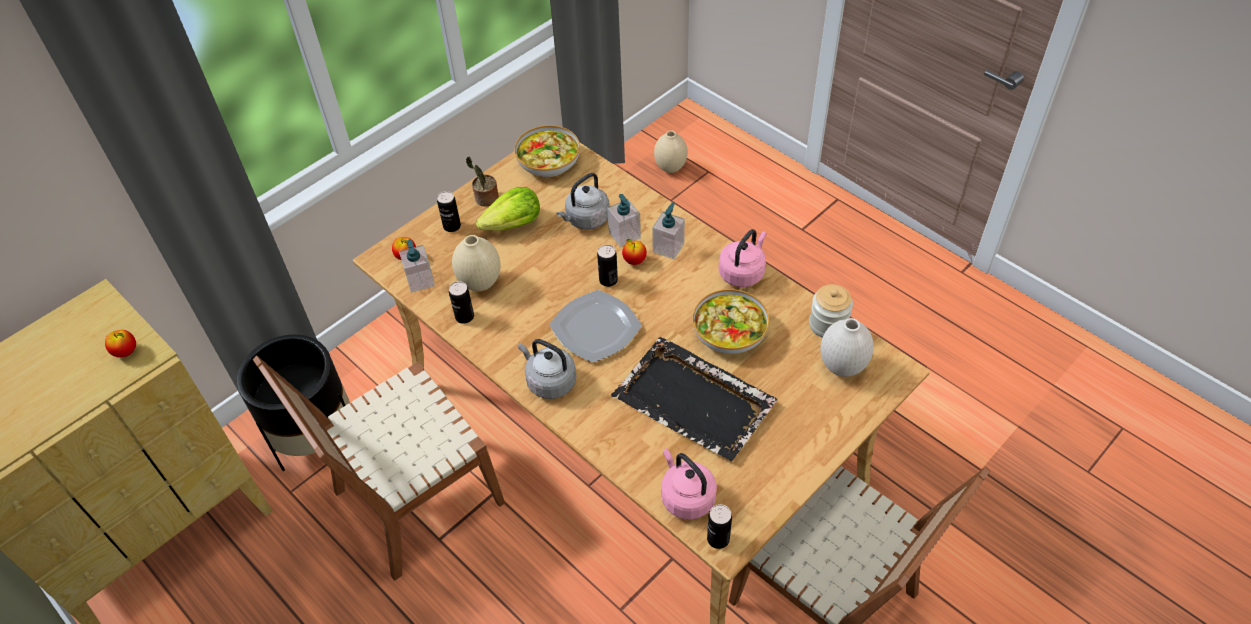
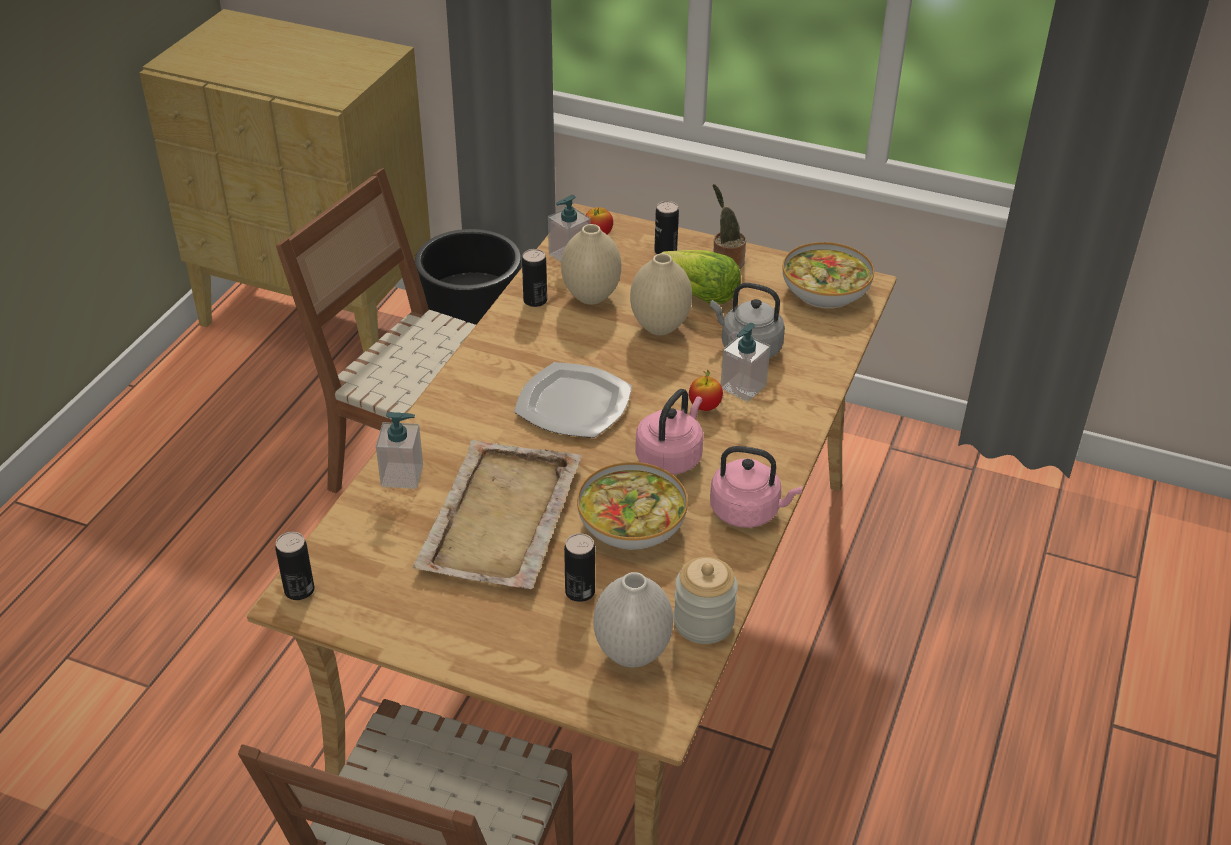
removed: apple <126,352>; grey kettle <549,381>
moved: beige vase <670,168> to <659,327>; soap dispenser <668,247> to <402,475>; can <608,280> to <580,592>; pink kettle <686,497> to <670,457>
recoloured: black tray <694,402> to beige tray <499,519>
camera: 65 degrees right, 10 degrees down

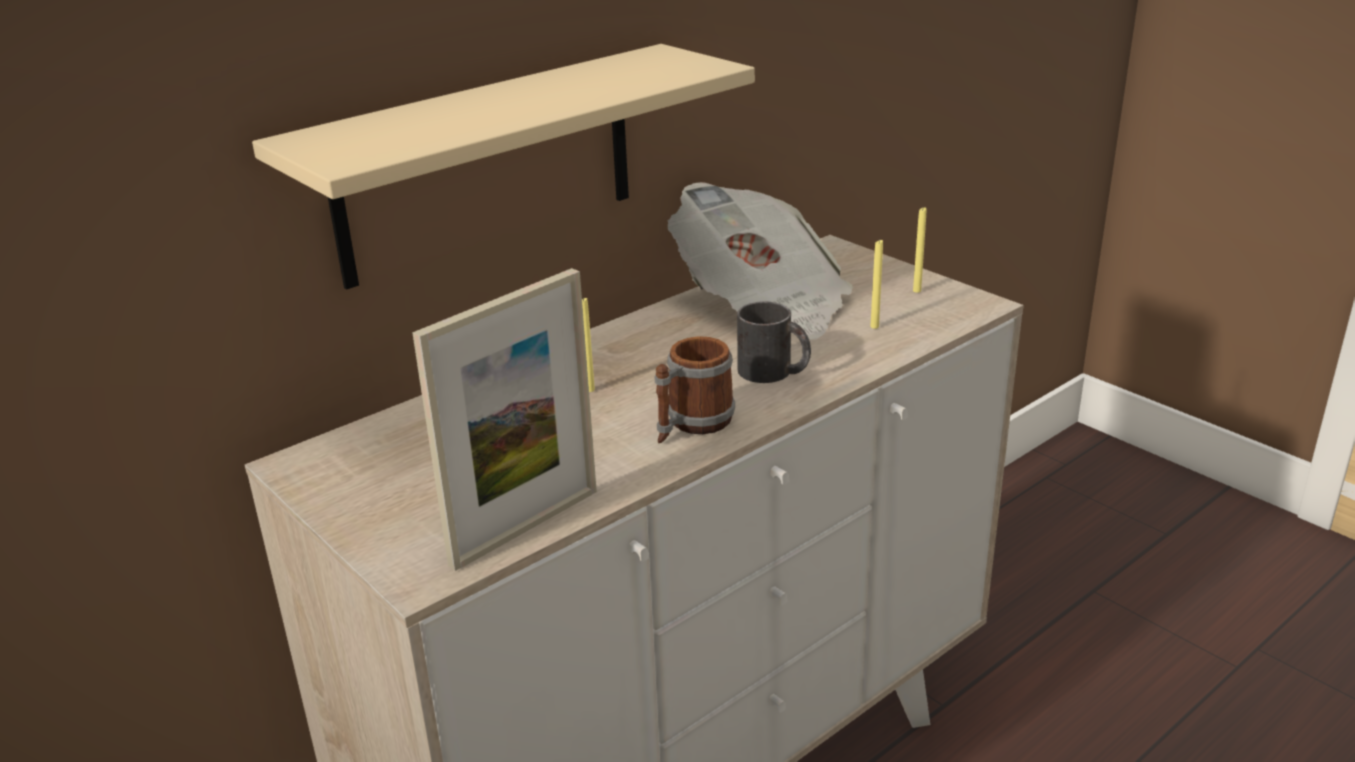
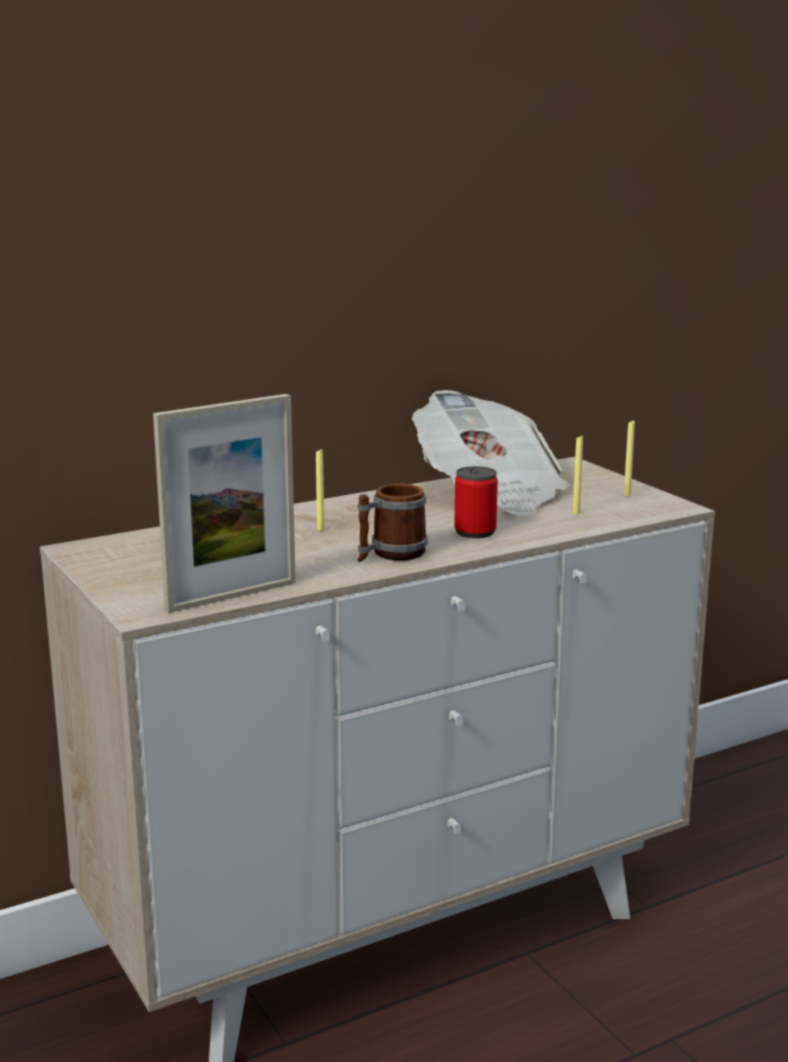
removed: beige shelf <487,165>
replaced: black mug <774,372> to can <475,532>
camera: 10 degrees right, 10 degrees down

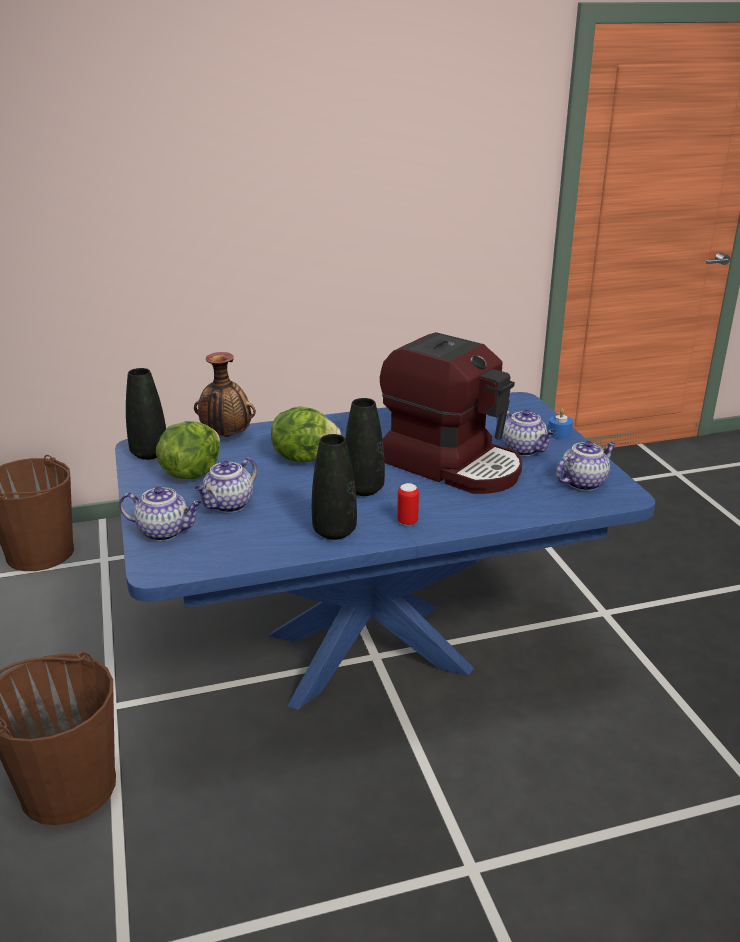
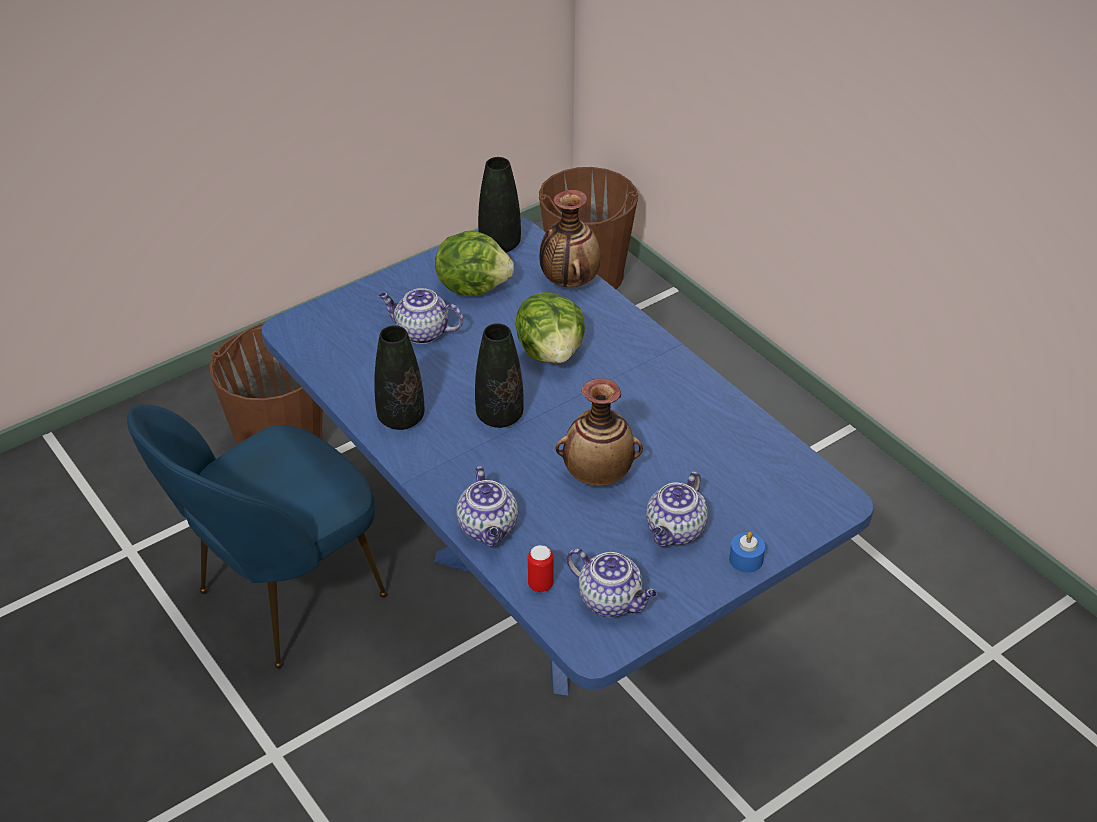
added: blue chair <279,602>
moved: can <407,522> to <540,585>; teapot <165,531> to <488,529>
replaced: coffee machine <453,464> to vase <598,475>
camera: 70 degrees right, 15 degrees up

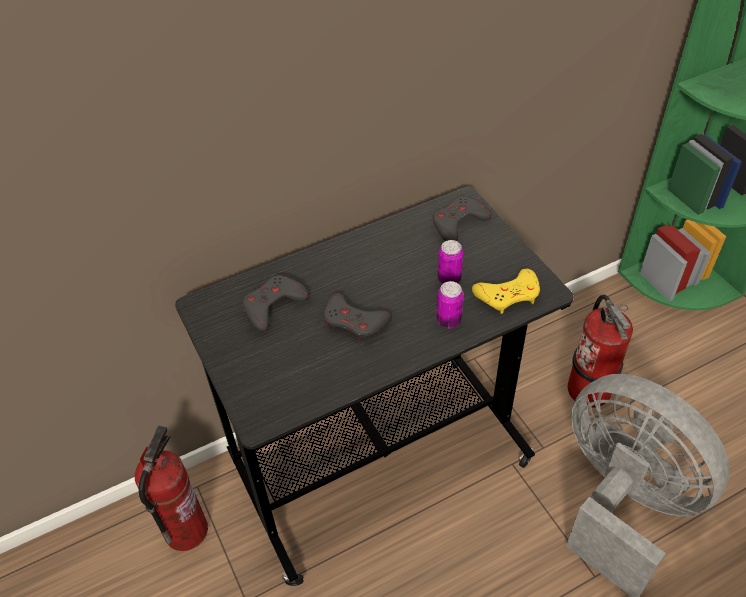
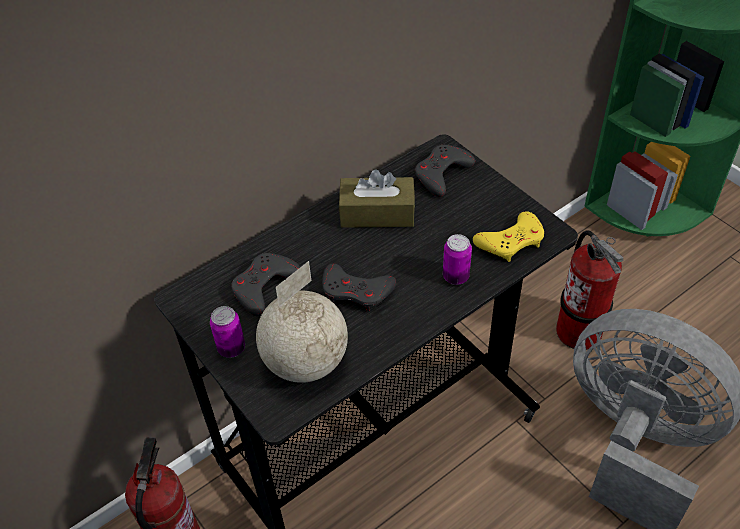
added: brown tissue box <377,213>; globe <304,362>
moved: can <449,279> to <231,348>
camera: 10 degrees left, 0 degrees up

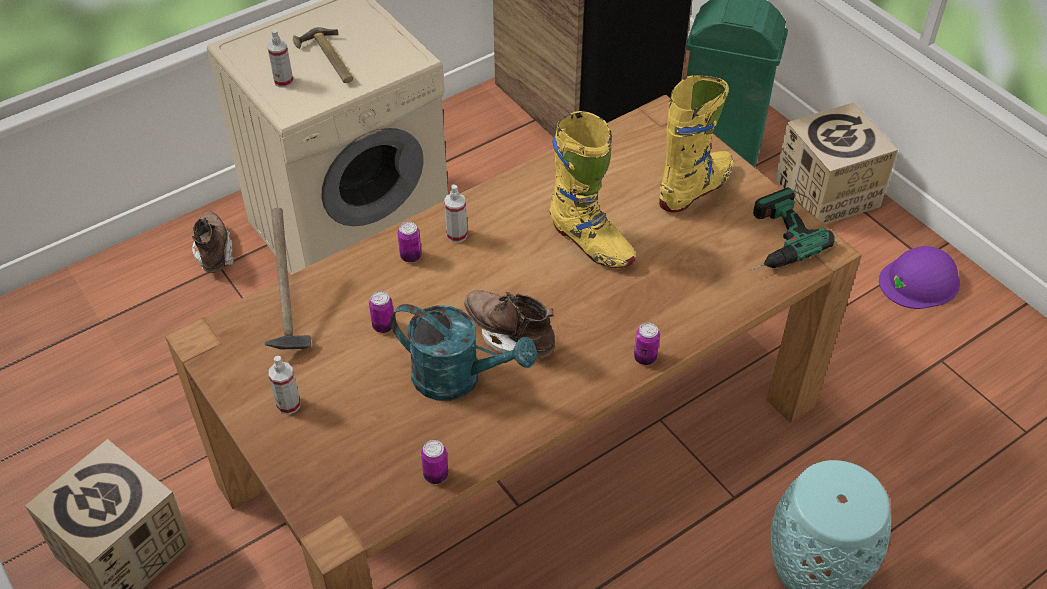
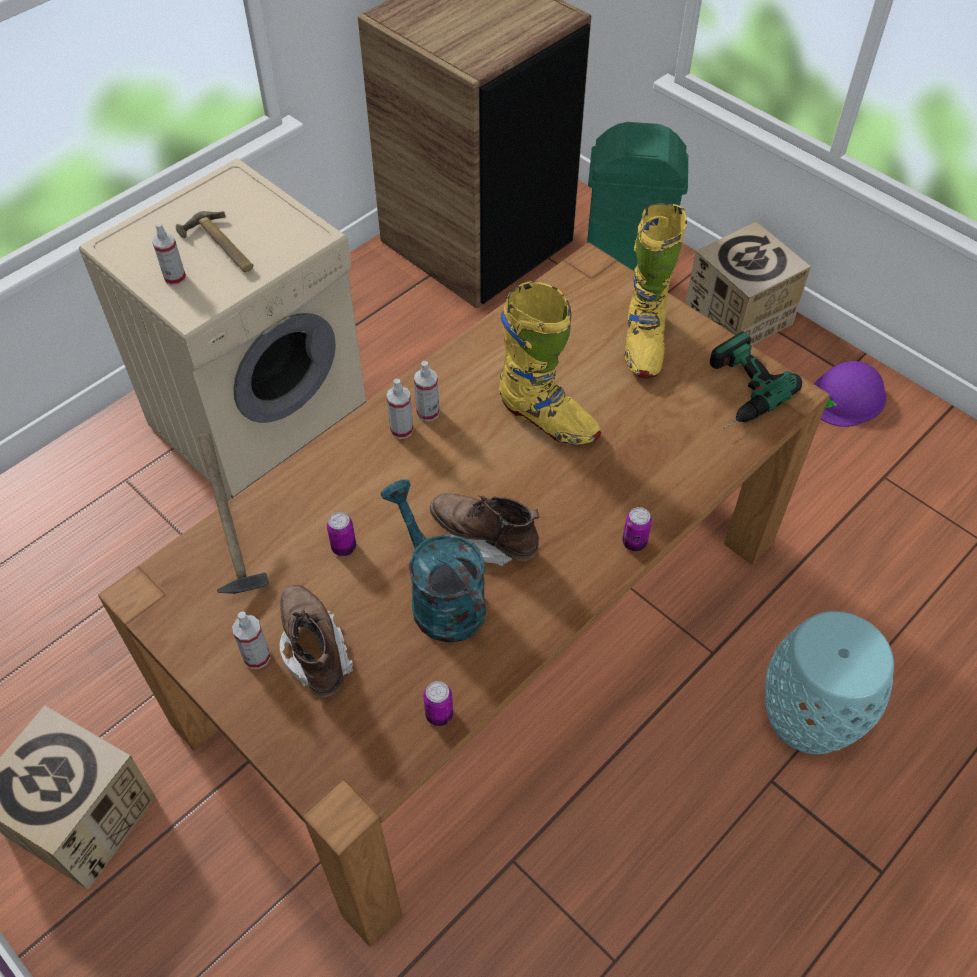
removed: can <411,256>
added: spray bottle <428,412>
moved: brown boot <214,252> to <314,650>
turned: yellow boot <695,189> = <643,344> 150 degrees clockwise; turquoise watering can <458,378> = <439,597> 135 degrees counterclockwise
camera: 10 degrees left, 5 degrees up

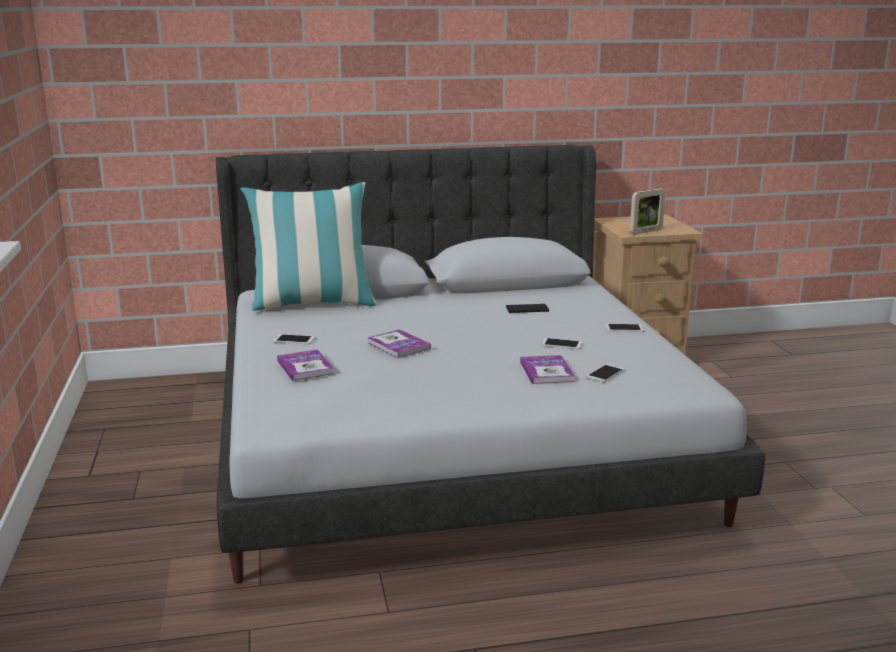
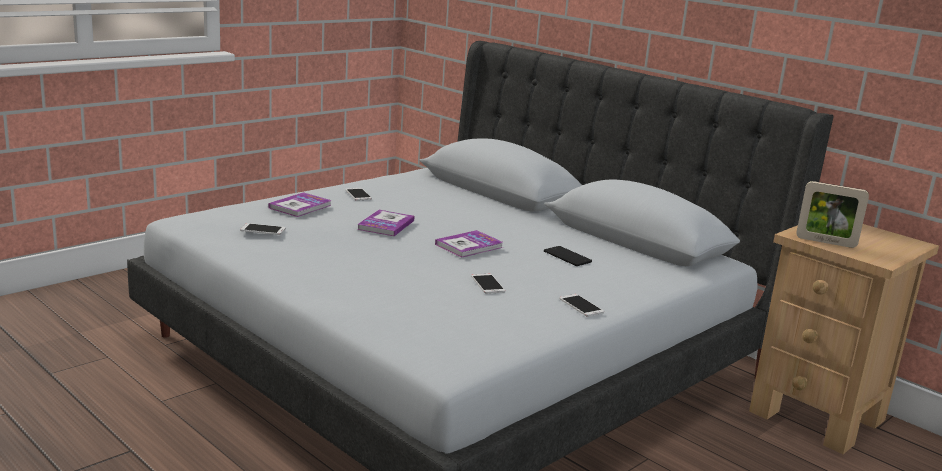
removed: pillow <312,303>
moved: book <546,371> to <469,246>; phone <605,374> to <263,230>
camera: 55 degrees right, 0 degrees up

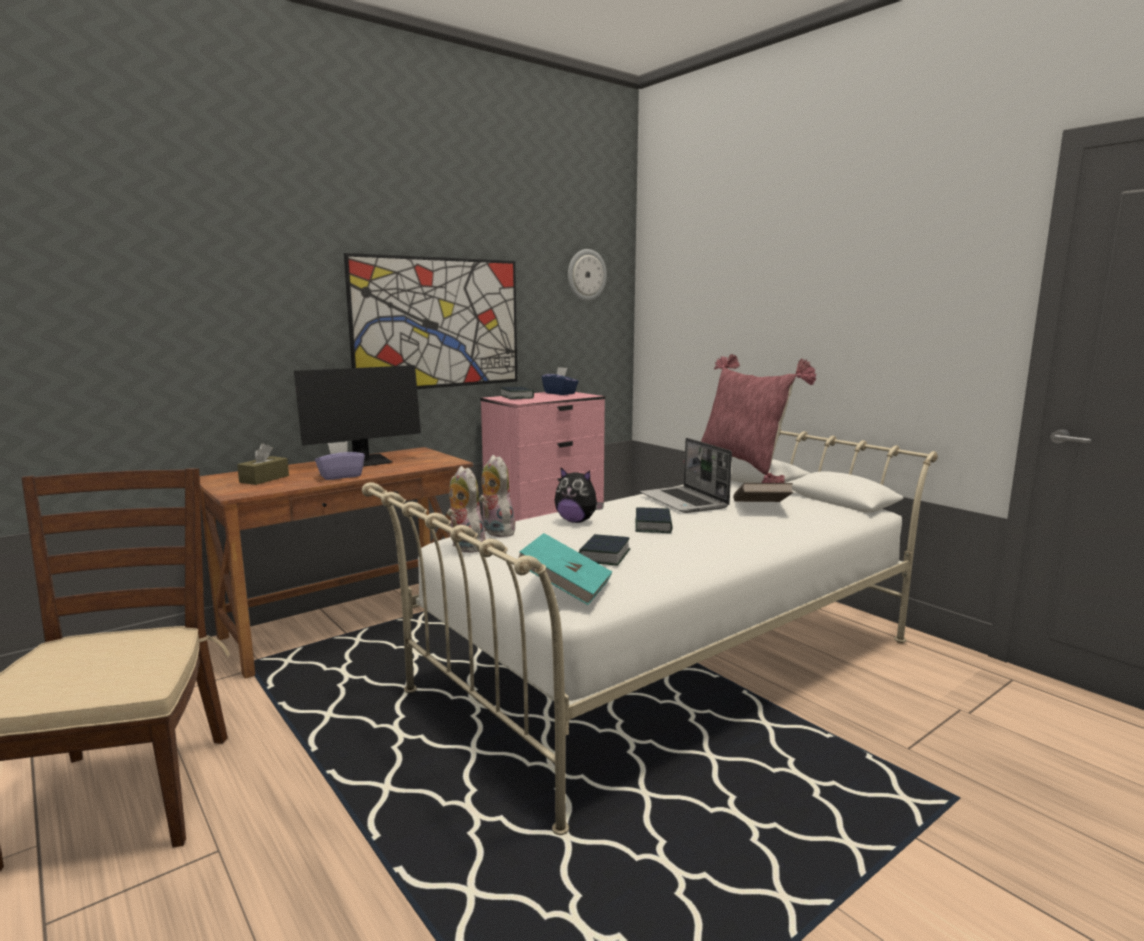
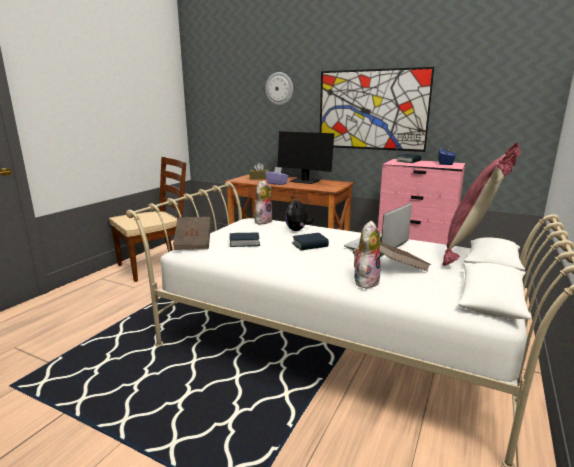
moved: wall clock <586,275> to <279,89>; plush toy <464,547> to <365,281>
recoloured: turquoise book <565,588> to brown book <193,243>
camera: 65 degrees right, 5 degrees up

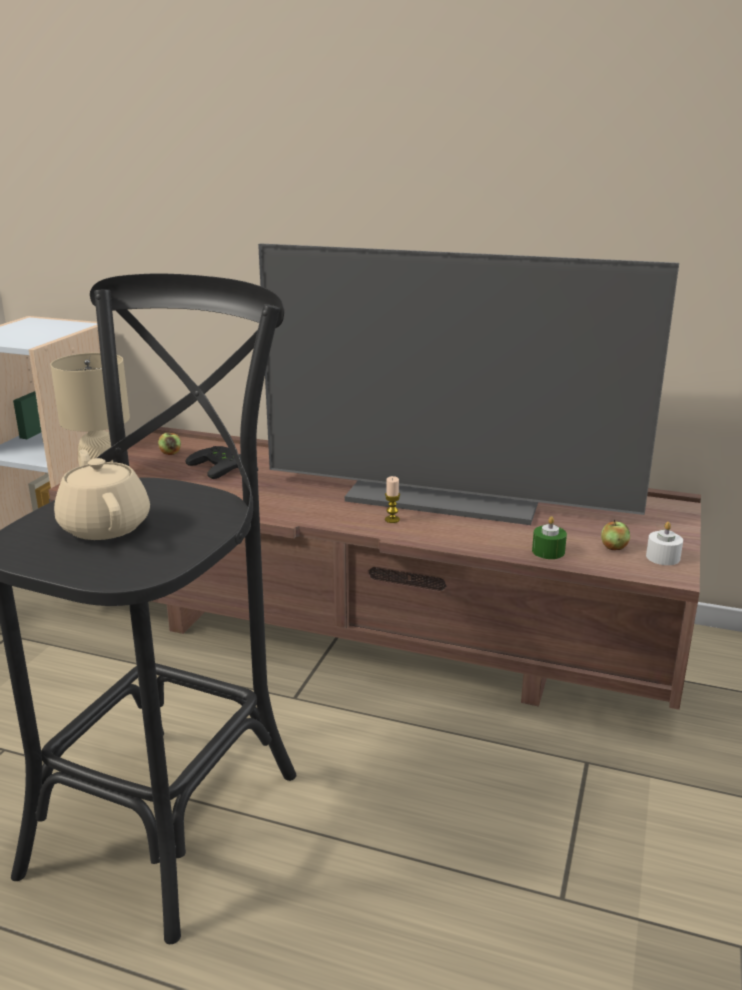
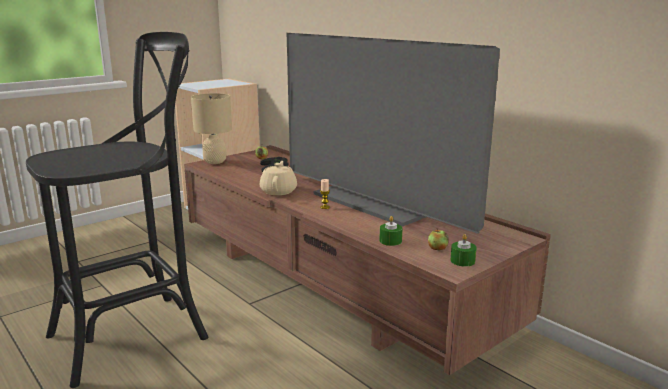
moved: beige teapot <105,525> to <279,191>
recoloured: white candle <663,557> to green candle <462,261>
camera: 30 degrees right, 5 degrees down

